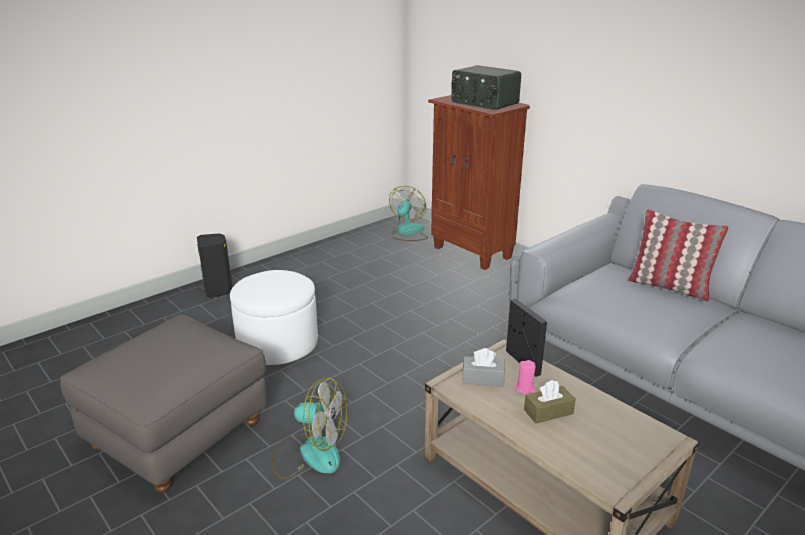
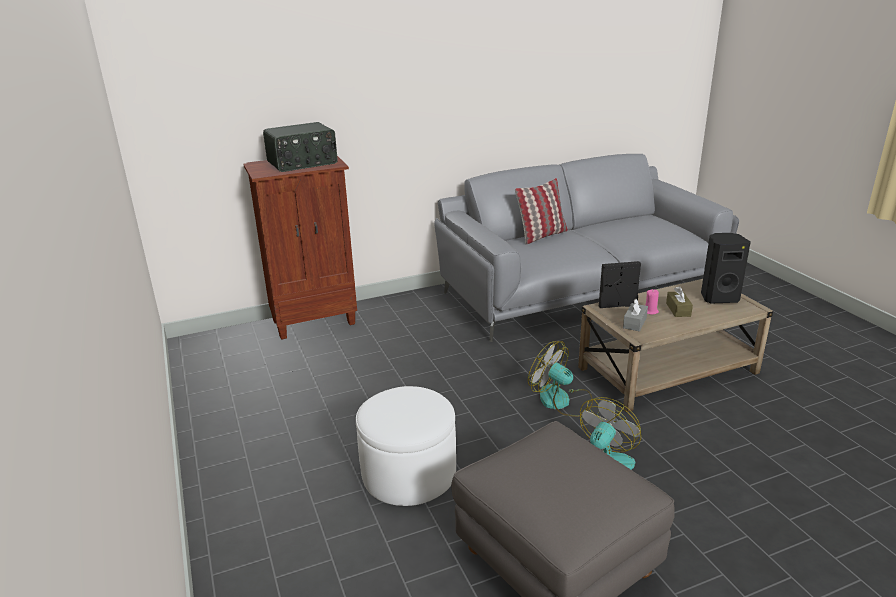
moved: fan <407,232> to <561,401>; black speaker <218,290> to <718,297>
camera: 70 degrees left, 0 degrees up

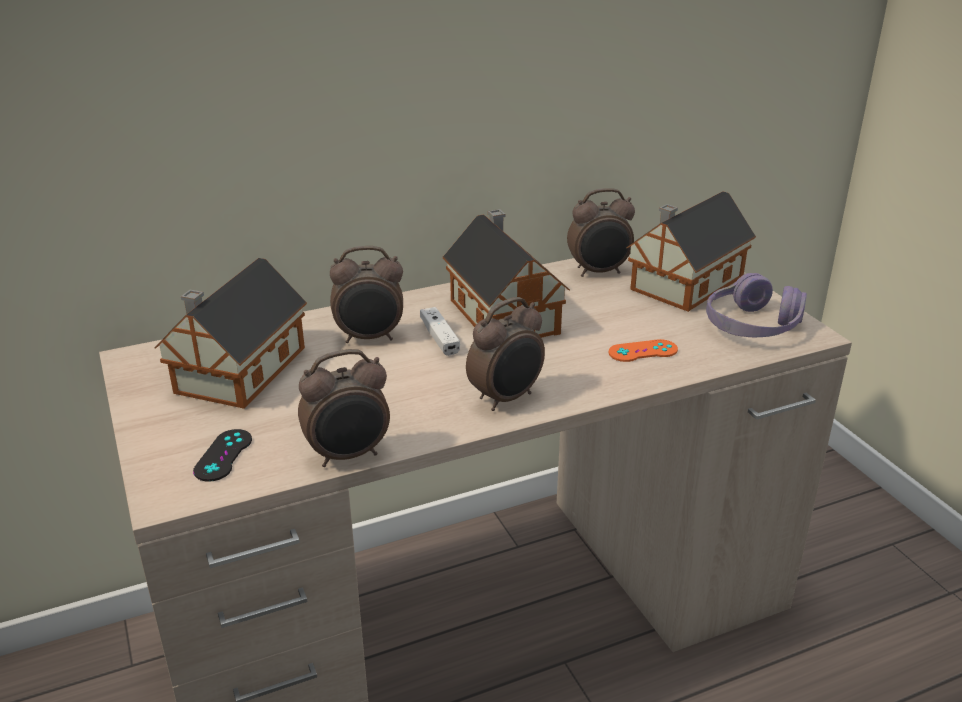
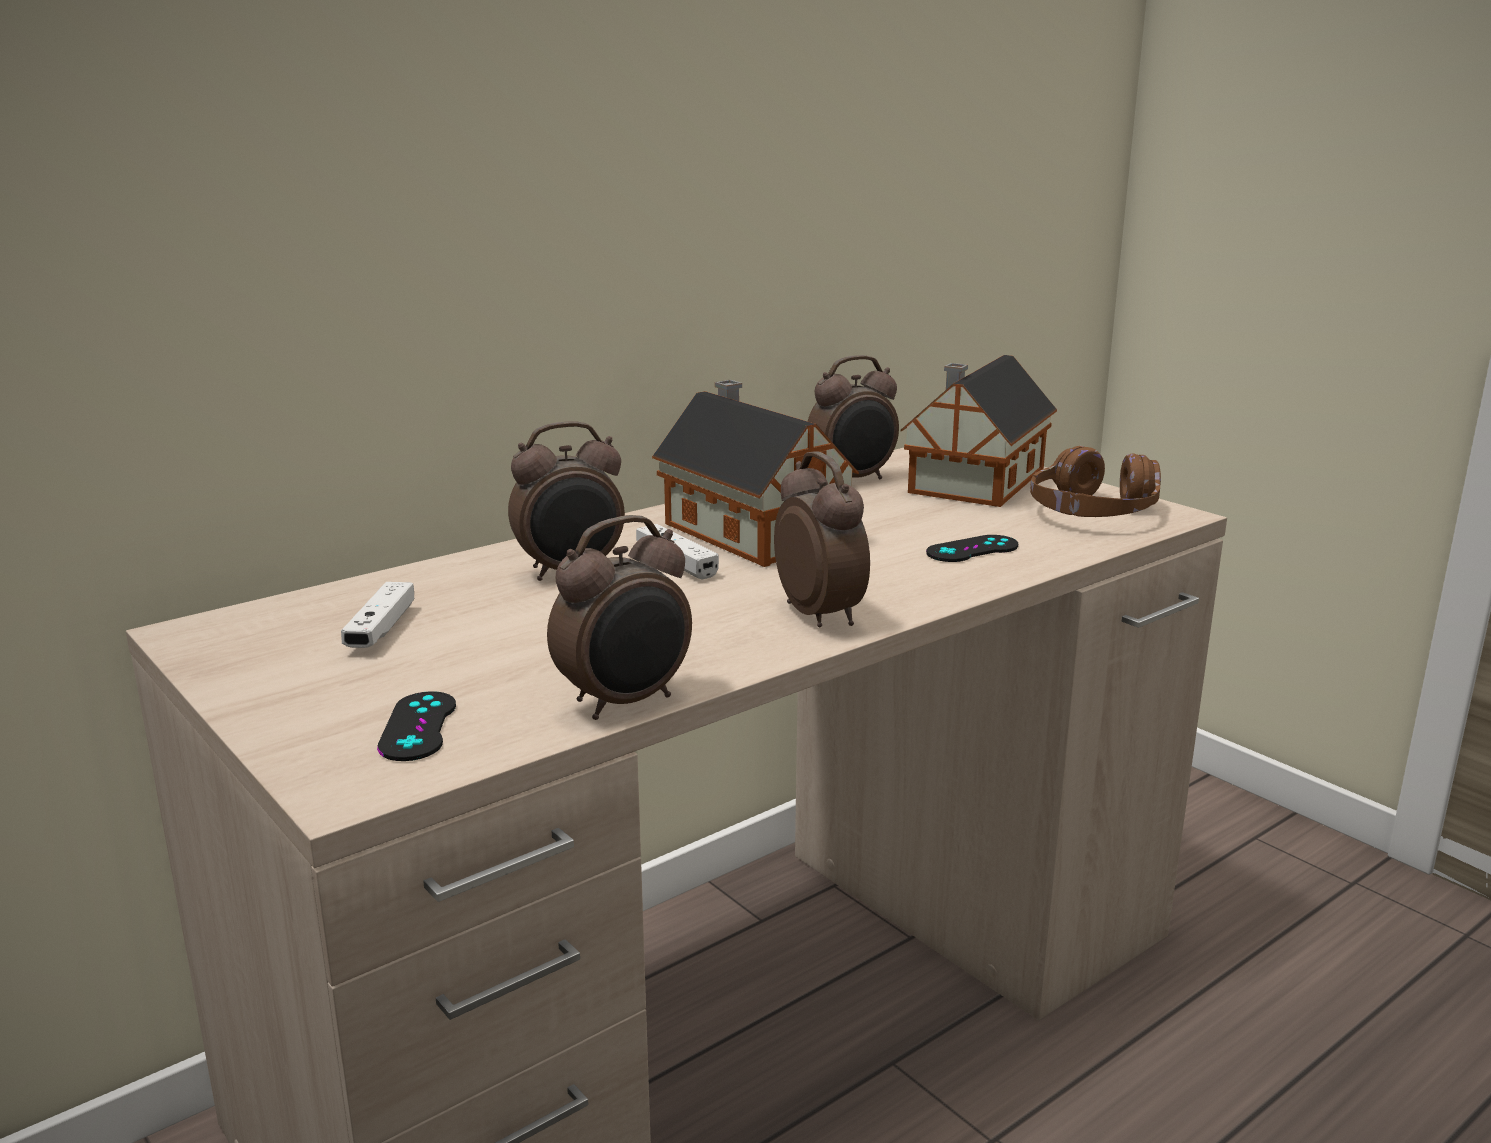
replaced: toy house <236,372> to white game controller <381,630>
recoloured: purple headphones <752,325> to brown headphones <1093,513>; orange game controller <643,351> to black game controller <972,549>
turned: alarm clock <507,398> = <821,615> 60 degrees counterclockwise
camera: 15 degrees left, 10 degrees down

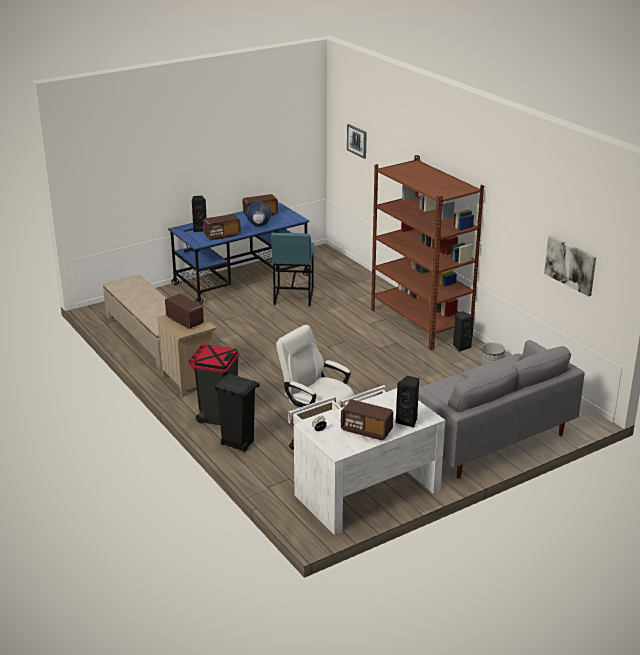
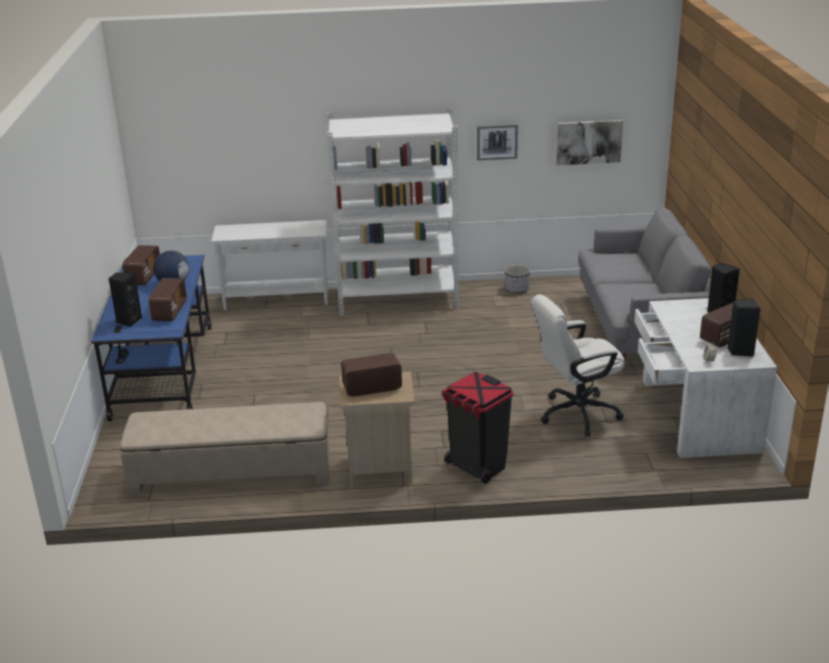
removed: blue stool <293,297>; black trash can <238,443>
added: white console table <277,300>
moved: picture <357,141> to <497,141>; black speaker <461,347> to <740,351>
recoloured: brown bookcase <420,323> to white bookcase <397,298>
camera: 60 degrees left, 0 degrees up

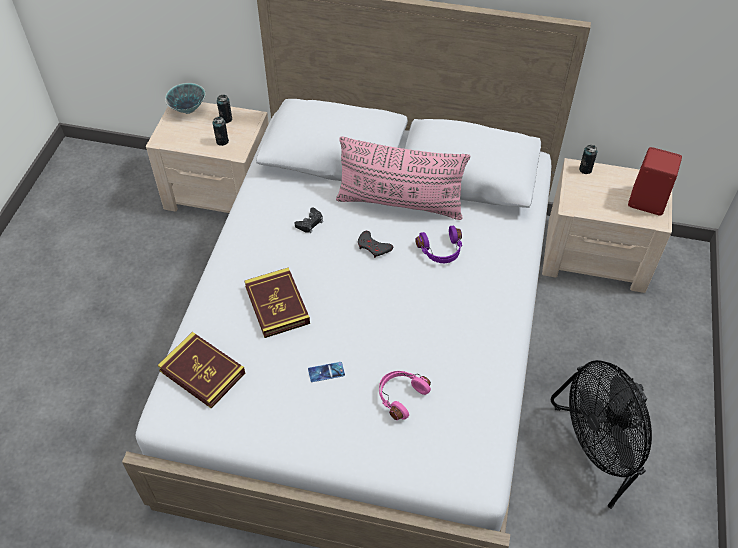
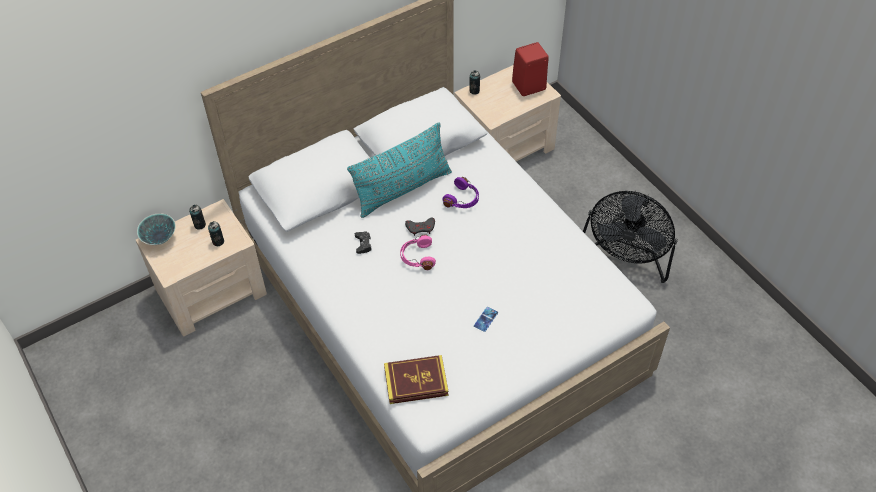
removed: book <277,305>
moved: pink headphones <400,396> to <417,257>
recoloured: pink pillow <400,203> to turquoise pillow <402,189>
camera: 45 degrees left, 0 degrees up

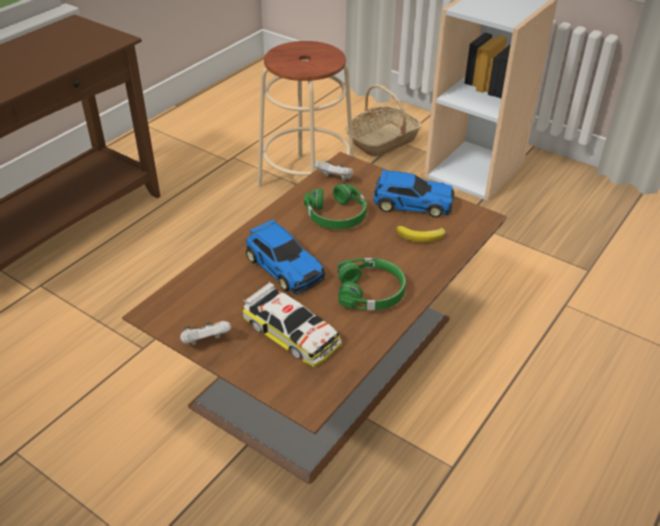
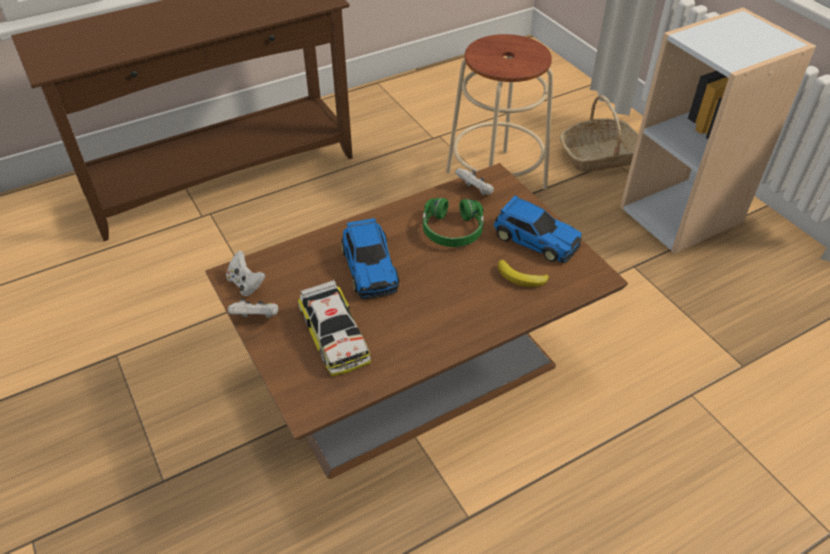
removed: green headphones <371,292>
added: white game controller <246,284>
camera: 25 degrees right, 5 degrees up

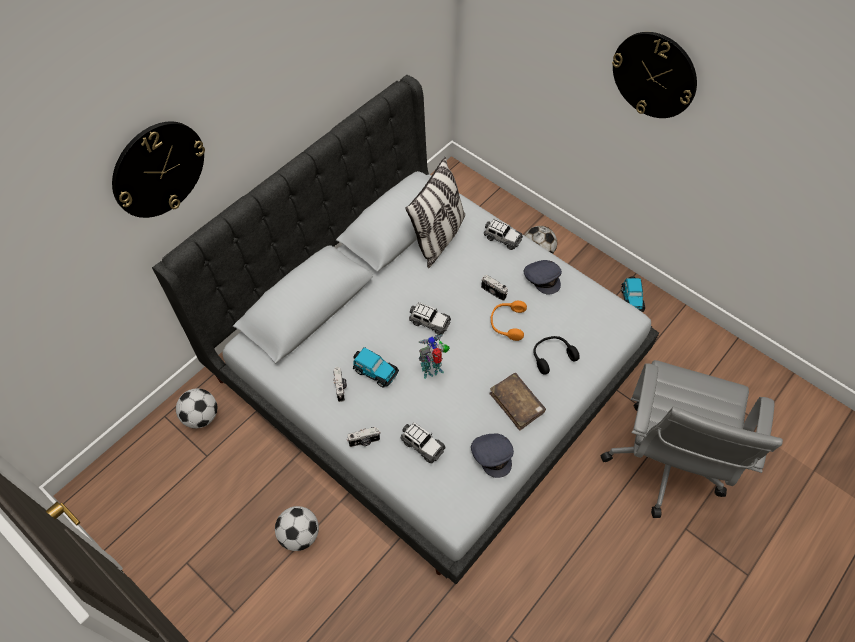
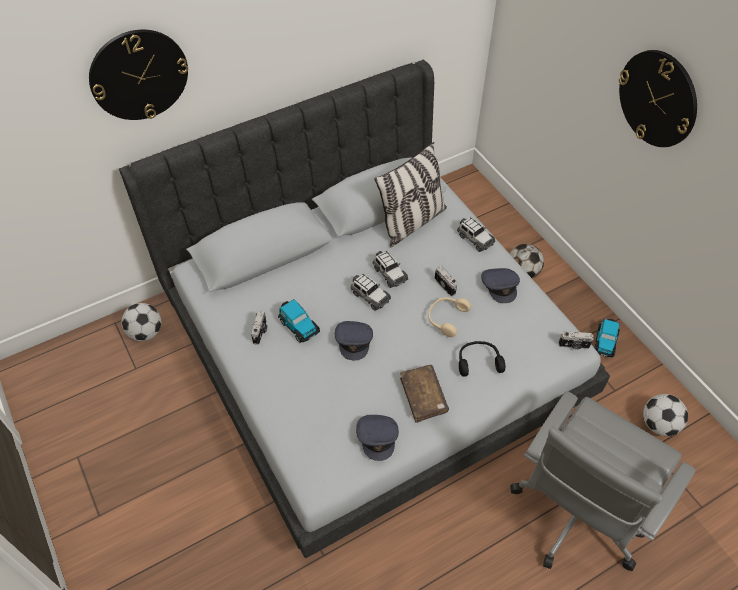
moved: toy car <422,445> to <389,274>; photo camera <364,441> to <574,346>; football <299,534> to <658,424>
replaced: toy robot <433,370> to grey cap <354,341>
recoloured: orange headphones <507,323> to beige headphones <446,318>
camera: 20 degrees right, 5 degrees down

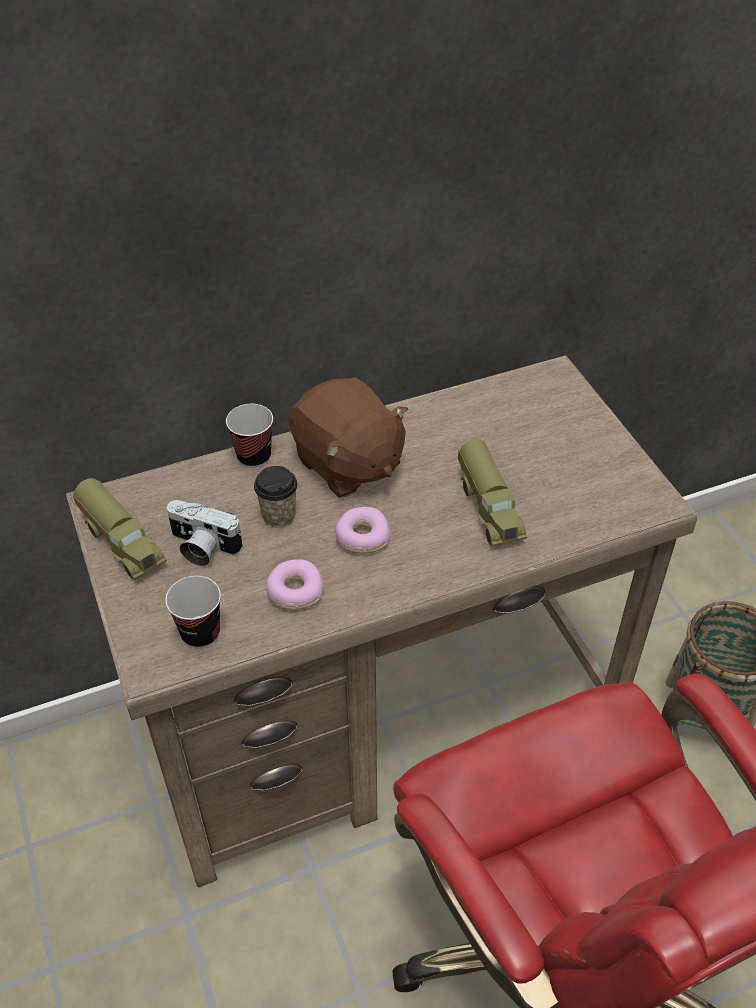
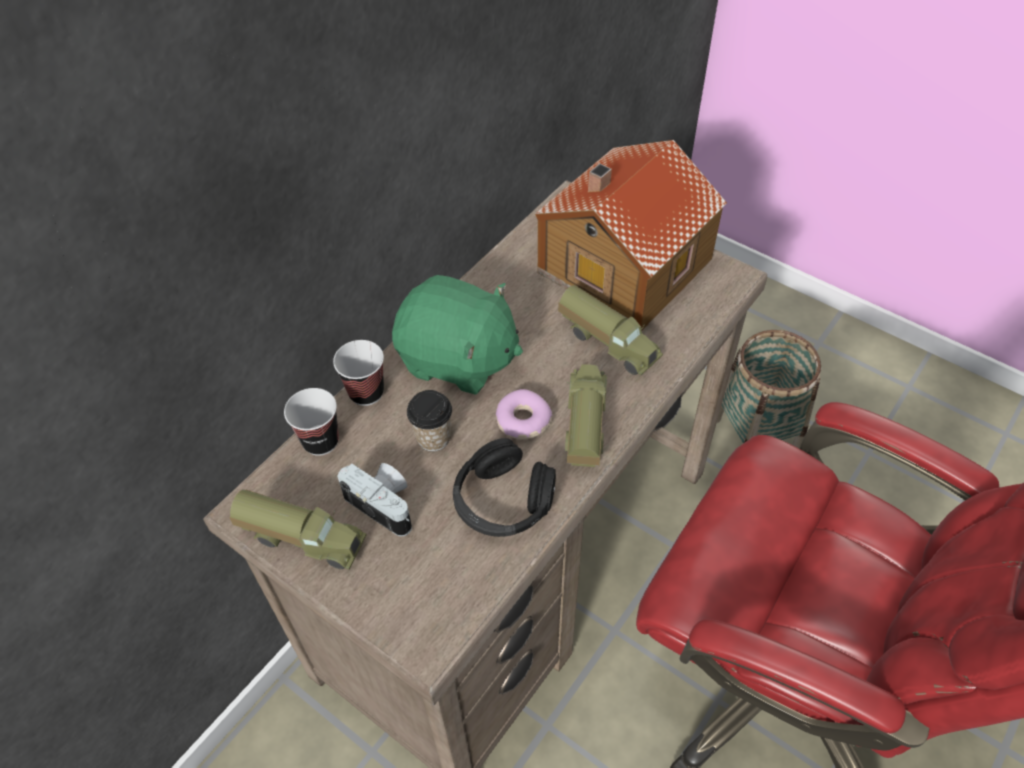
added: toy house <621,266>; toy truck <583,426>
moved: cup <200,633> to <321,441>
replaced: donut <294,591> to black headphones <502,501>
recoloured: brown plush toy <347,464> to green plush toy <458,359>
turned: photo camera <202,548> = <385,504> 135 degrees counterclockwise
camera: 30 degrees left, 5 degrees up

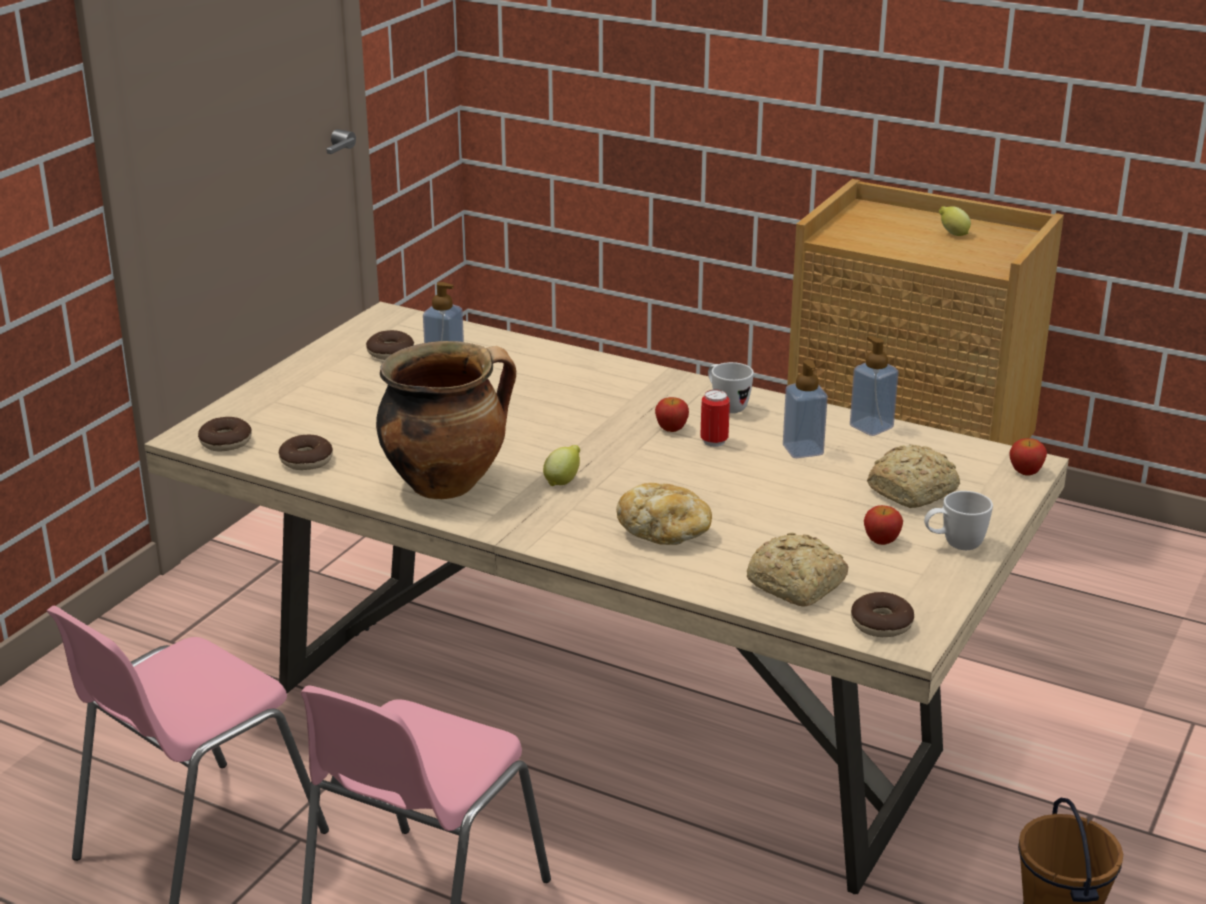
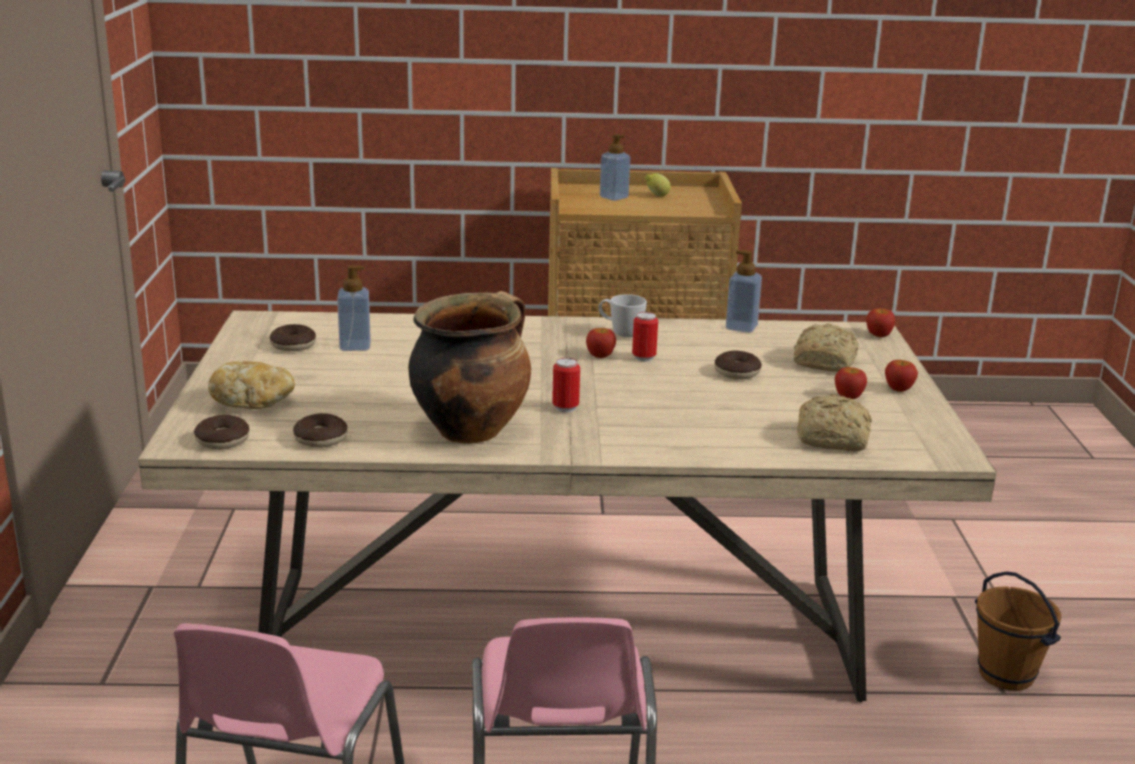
moved: soap dispenser <803,450> to <614,197>; bread <665,533> to <253,402>; donut <881,624> to <737,372>
replaced: lemon <563,481> to can <565,408>; white mug <954,545> to apple <898,389>
camera: 30 degrees left, 5 degrees down

